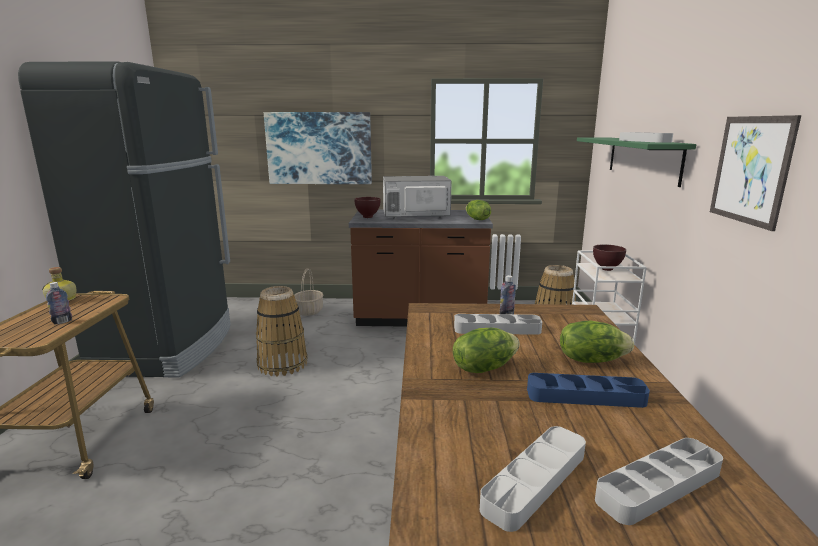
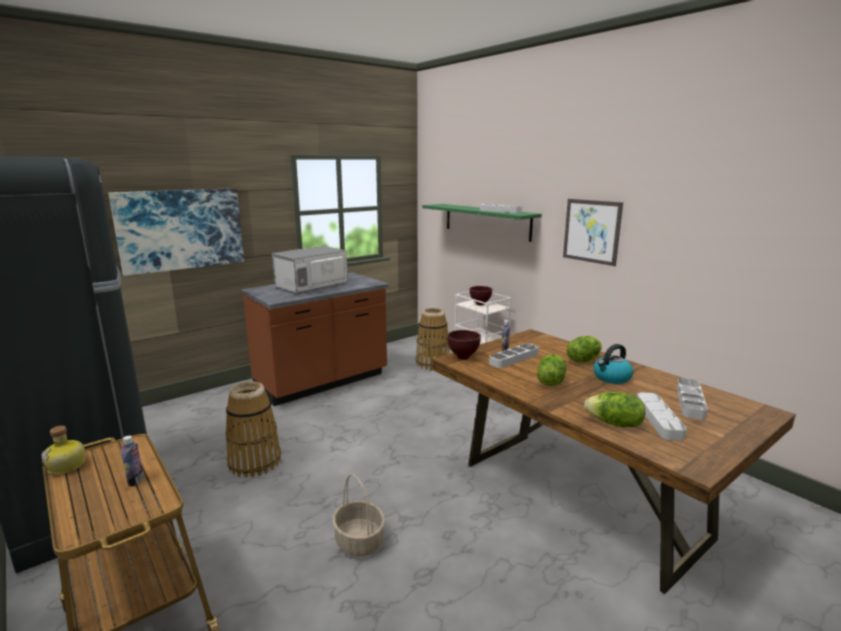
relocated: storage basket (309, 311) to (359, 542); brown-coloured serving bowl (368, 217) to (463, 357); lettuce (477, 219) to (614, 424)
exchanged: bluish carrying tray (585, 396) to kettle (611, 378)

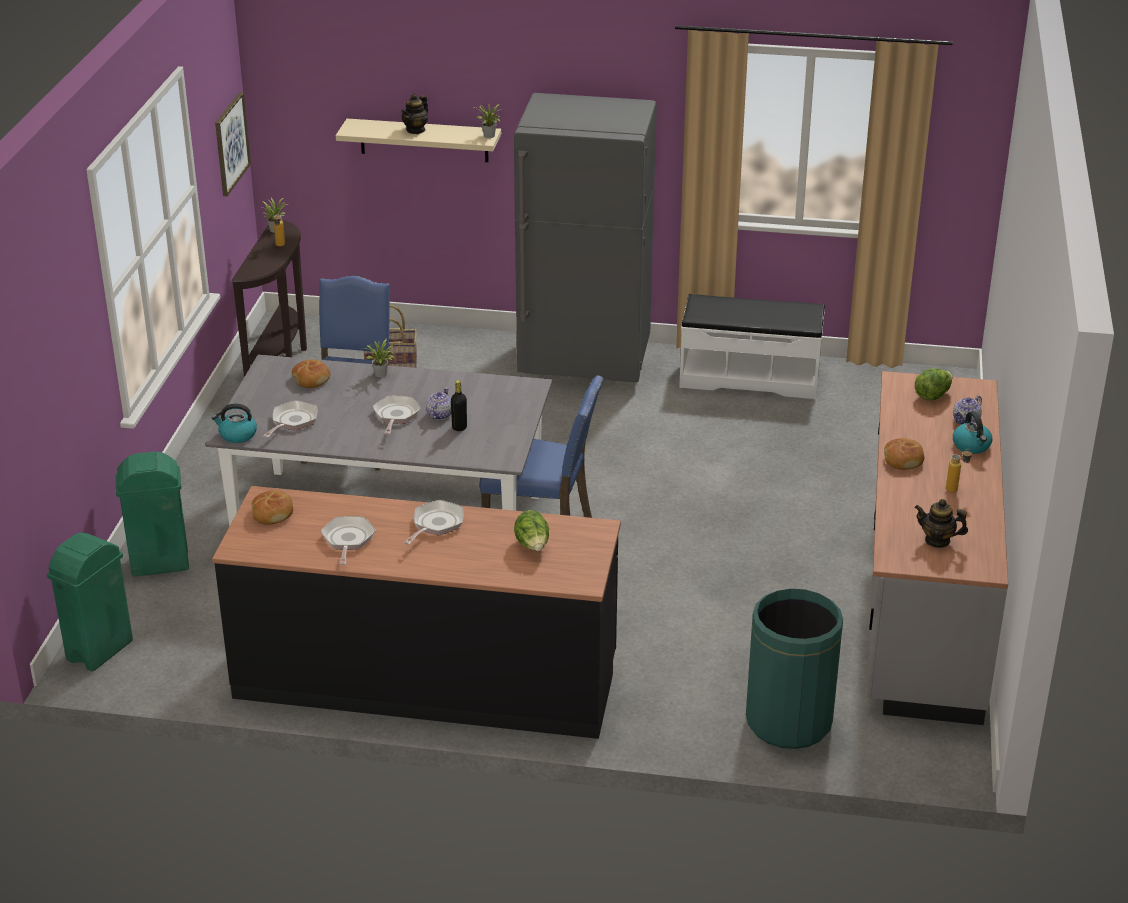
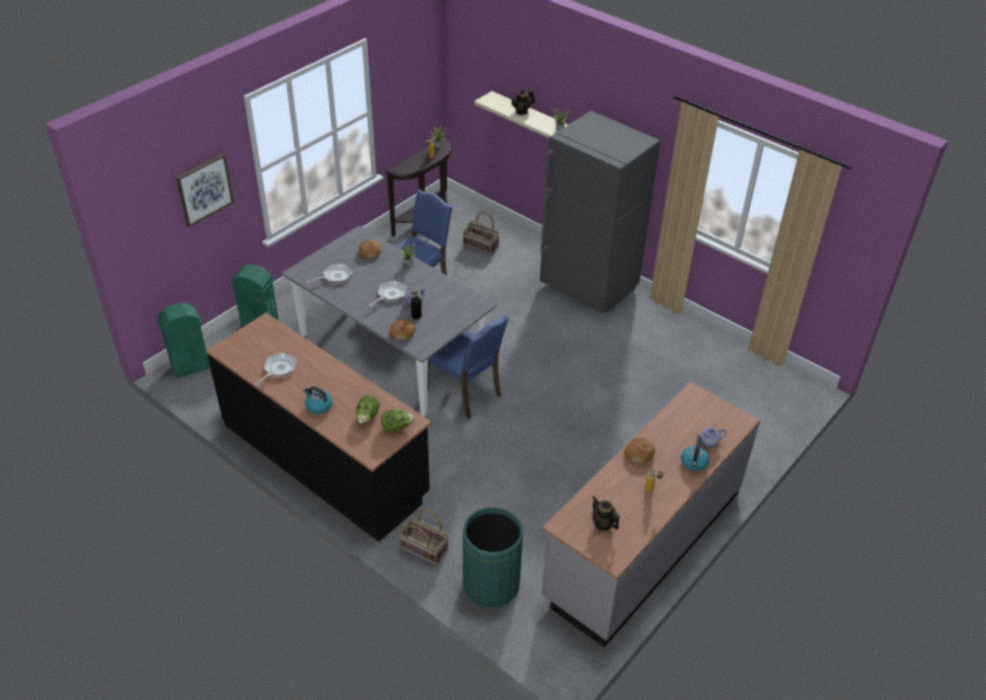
missing: skillet (436, 524); whitish bench (749, 377)
appeared: storage basket (423, 549)
relocated: wall art (231, 143) to (204, 189); kettle (237, 435) to (318, 406); lettuce (932, 395) to (397, 427); baked bread (273, 513) to (402, 333)

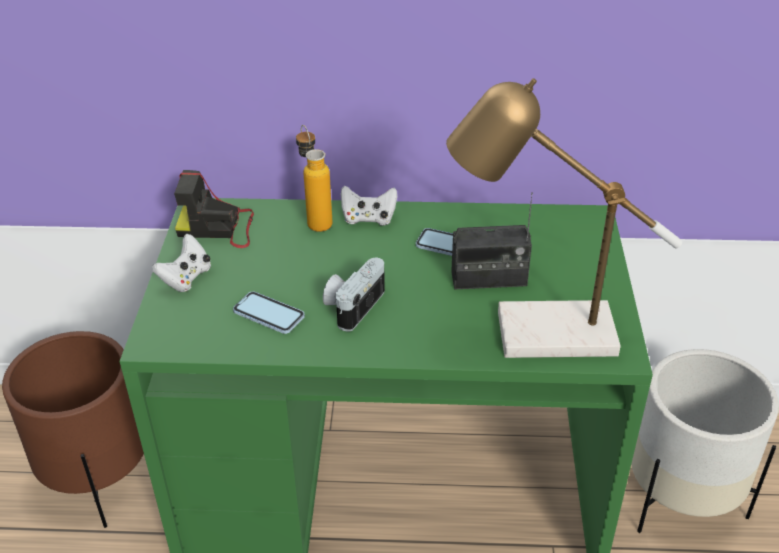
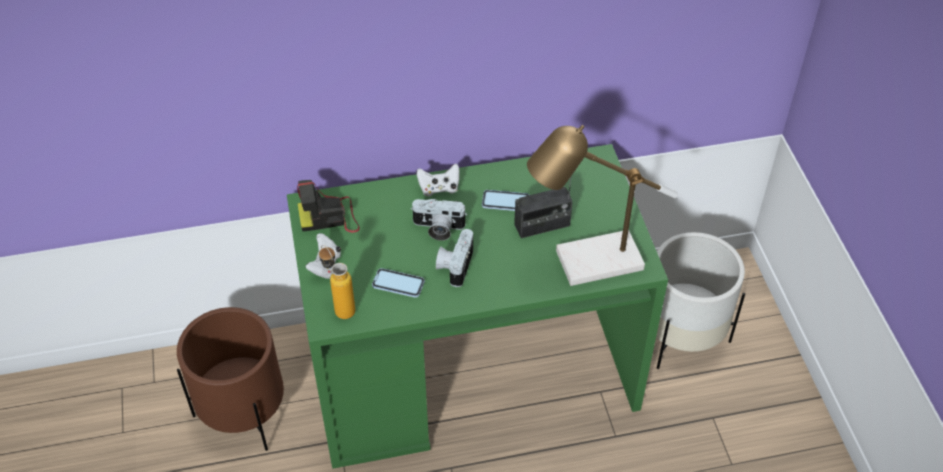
appeared: photo camera (438, 228)
relocated: bottle (315, 219) to (340, 306)

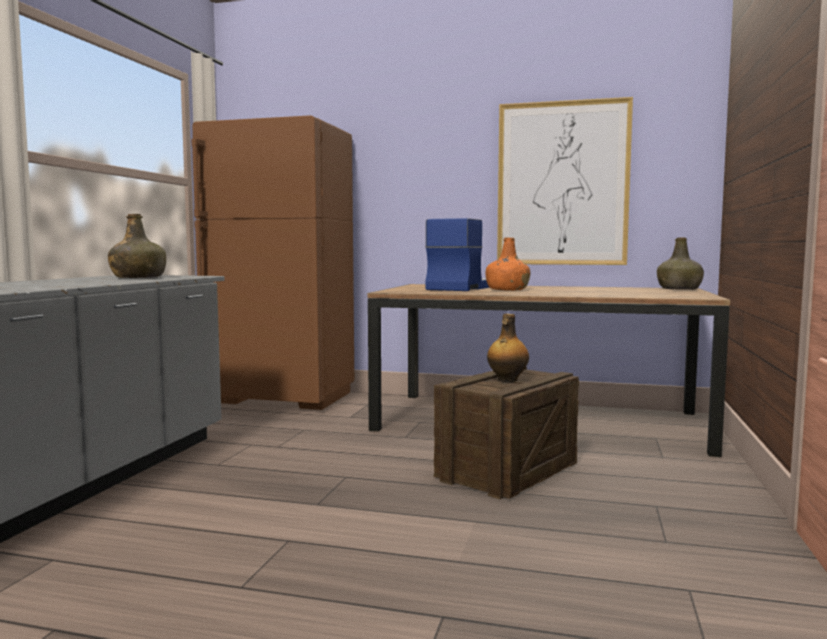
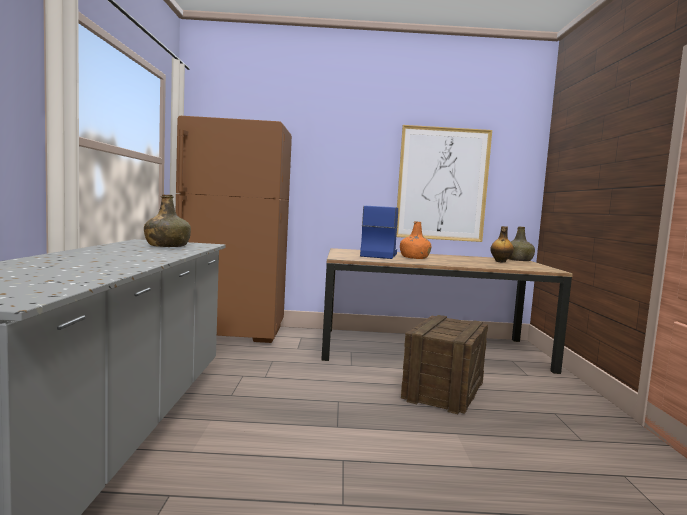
relocated: bottle (507, 380) to (500, 261)

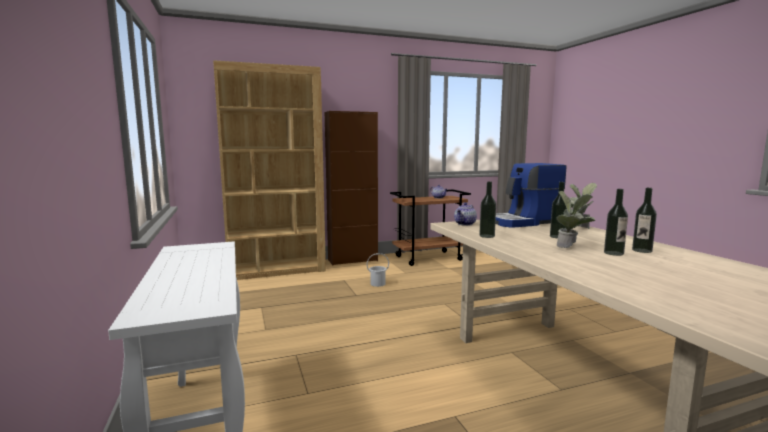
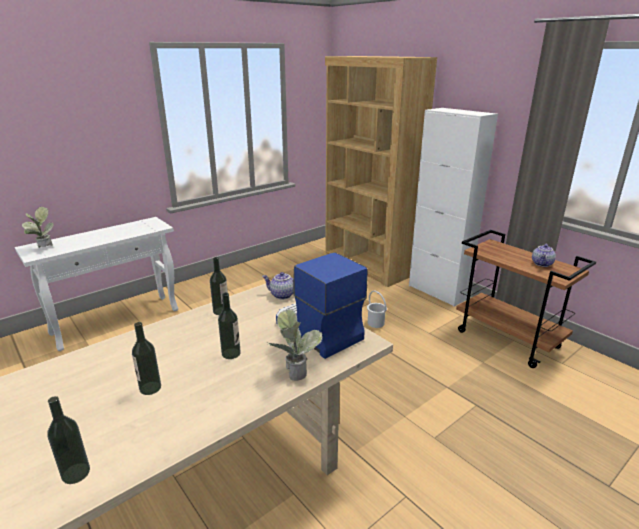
relocated: houseplant (570, 247) to (44, 249); bottle (642, 250) to (76, 473)
colour: brown-coloured storage cabinet (352, 260) to whitish storage cabinet (438, 292)

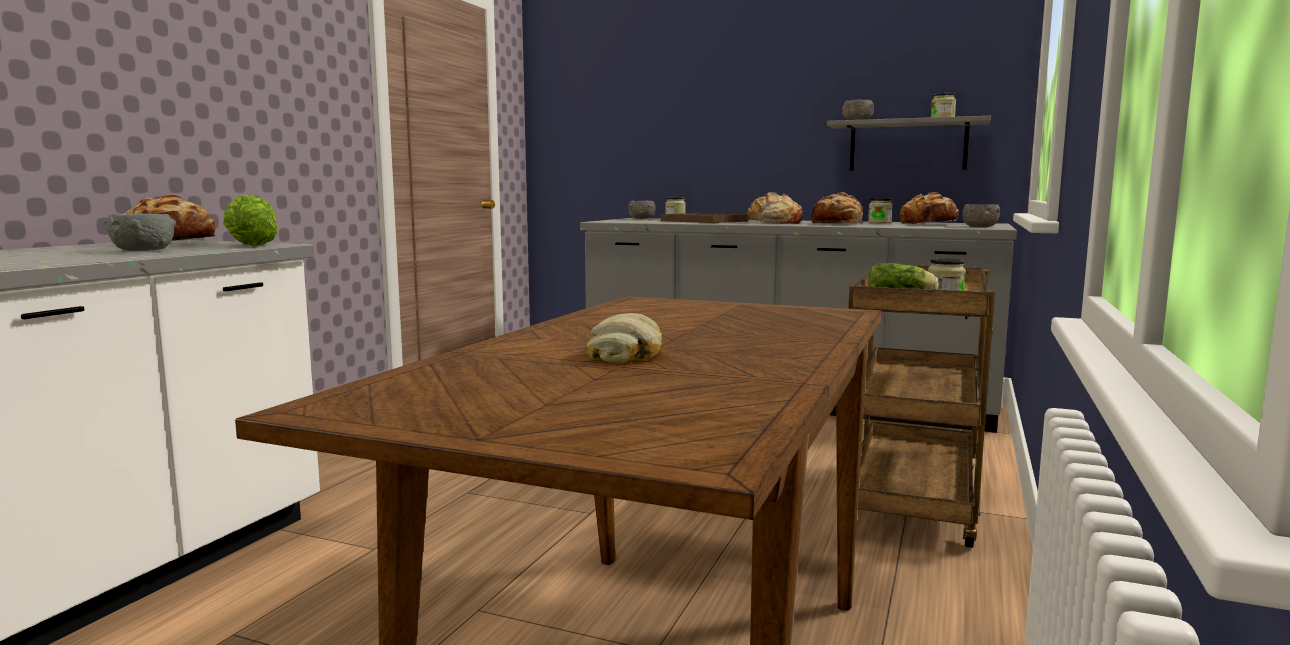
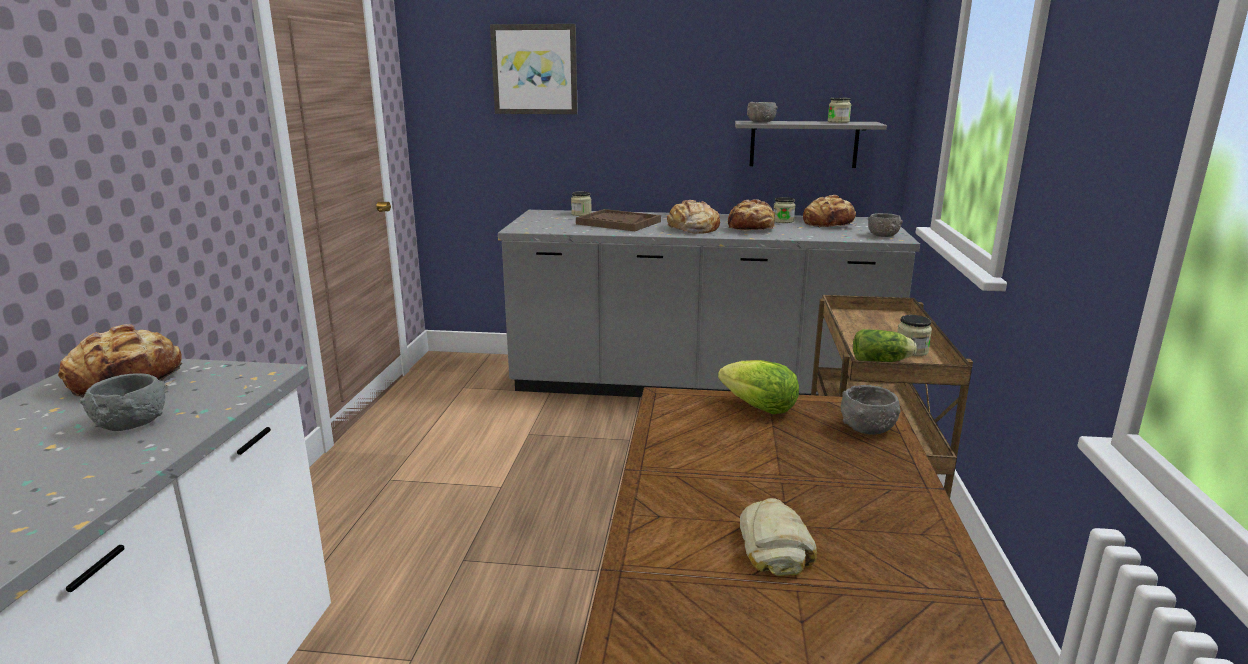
appeared: wall art (535, 69)
relocated: lettuce (250, 245) to (759, 408); grey serving bowl (641, 218) to (867, 427)

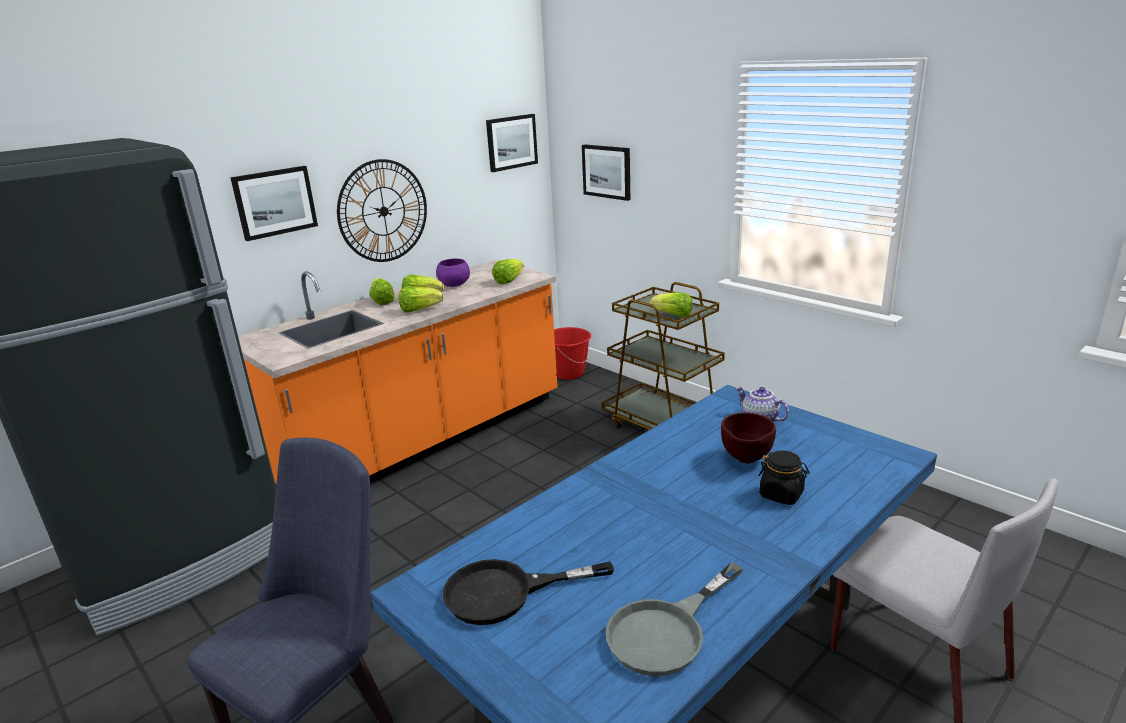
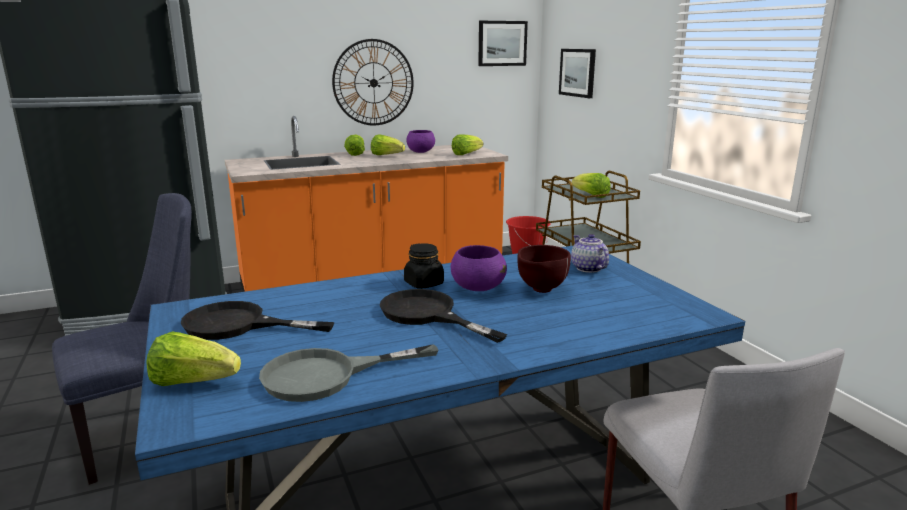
missing: wall art (275, 202)
appeared: black-coloured skillet (427, 314); purplish serving bowl (477, 288)
relocated: lettuce (419, 310) to (193, 382); black-coloured storage jar (781, 494) to (424, 283)

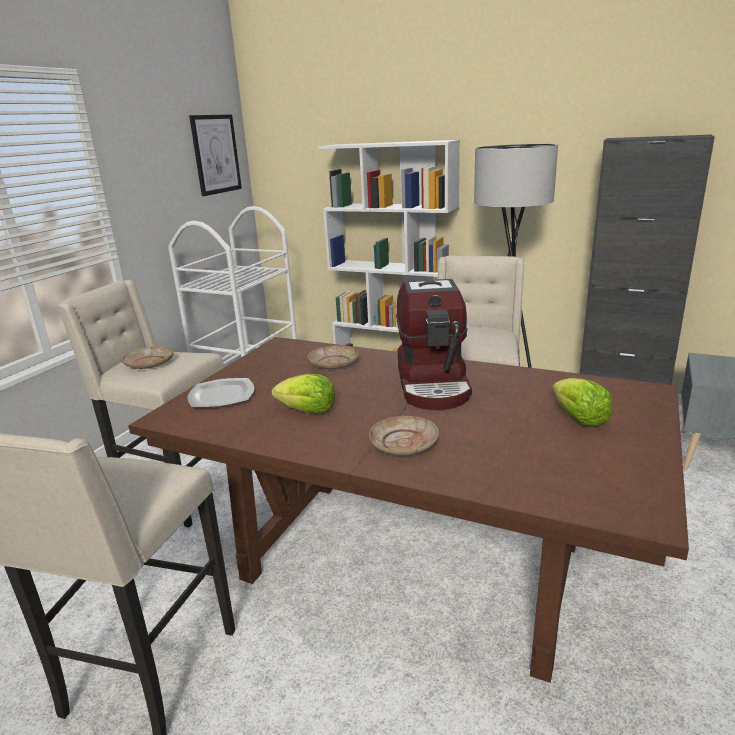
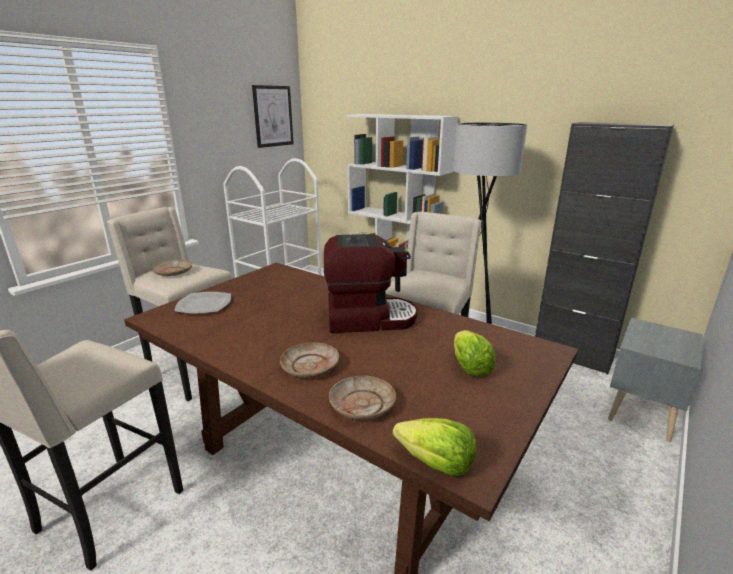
relocated: beige plate (333, 363) to (362, 405); lettuce (307, 411) to (435, 463)
spun: coffee machine (434, 384) = (369, 318) 105 degrees counterclockwise

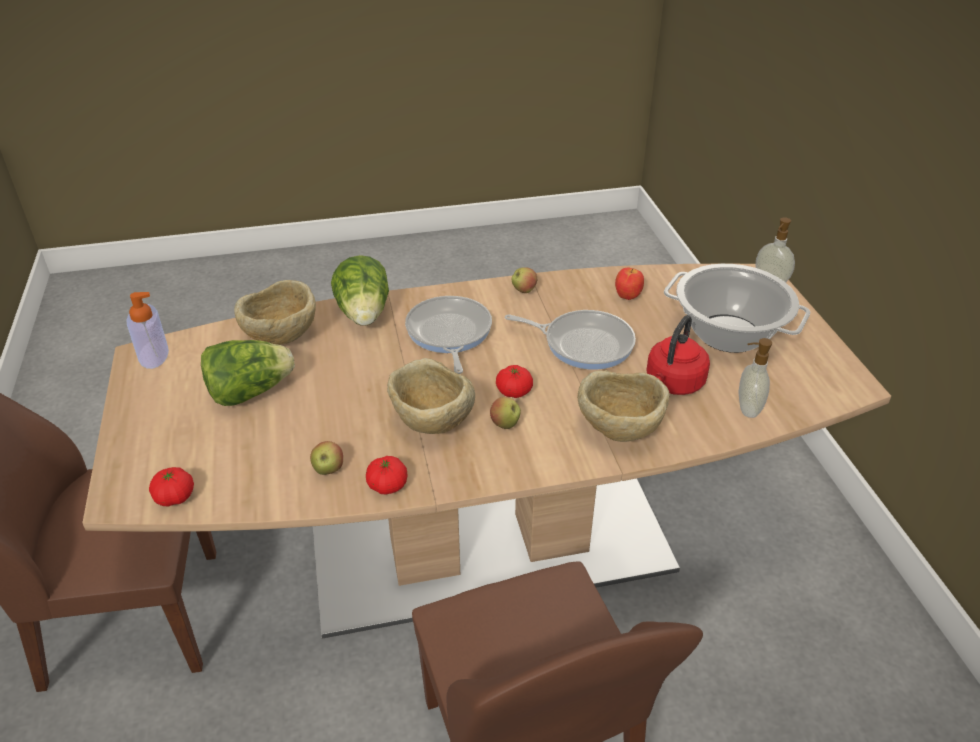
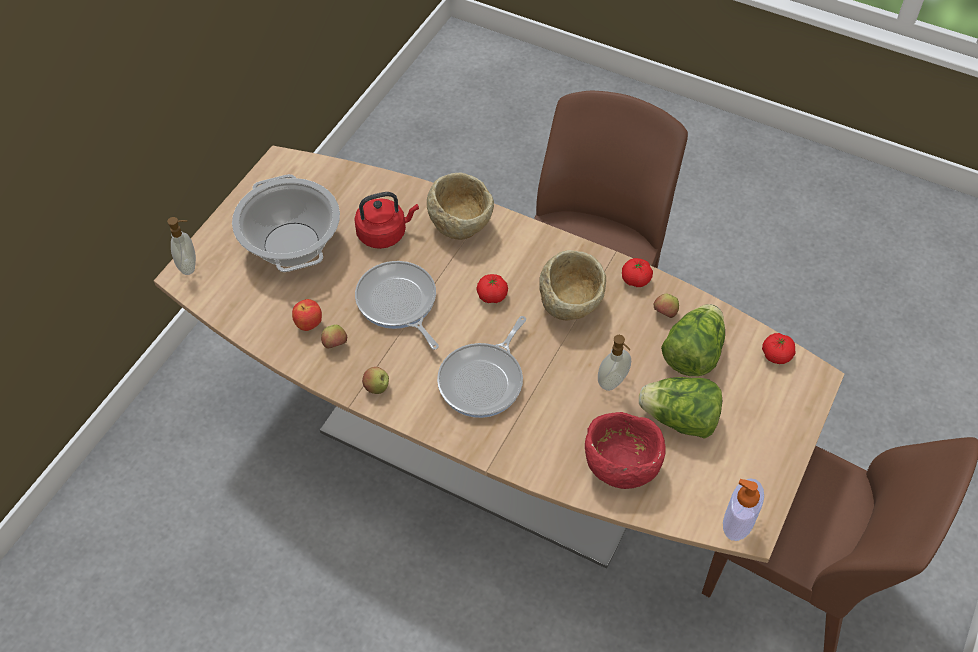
relocated: apple (505, 424) to (335, 345); soap dispenser (747, 408) to (613, 382); lettuce (364, 315) to (692, 354)
colour: beige serving bowl (281, 339) to reddish serving bowl (620, 466)

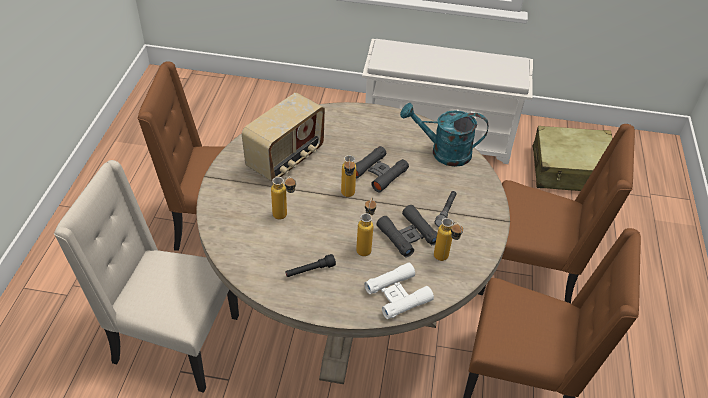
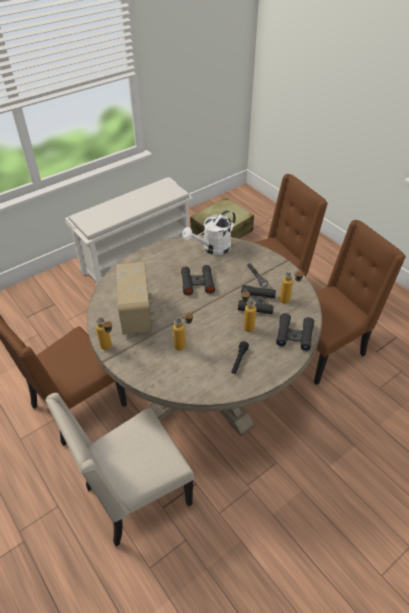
relocated: bottle (348, 197) to (109, 348)
colour: turquoise watering can (443, 152) to whitish watering can (212, 249); whitish binoculars (397, 295) to black-coloured binoculars (294, 335)

